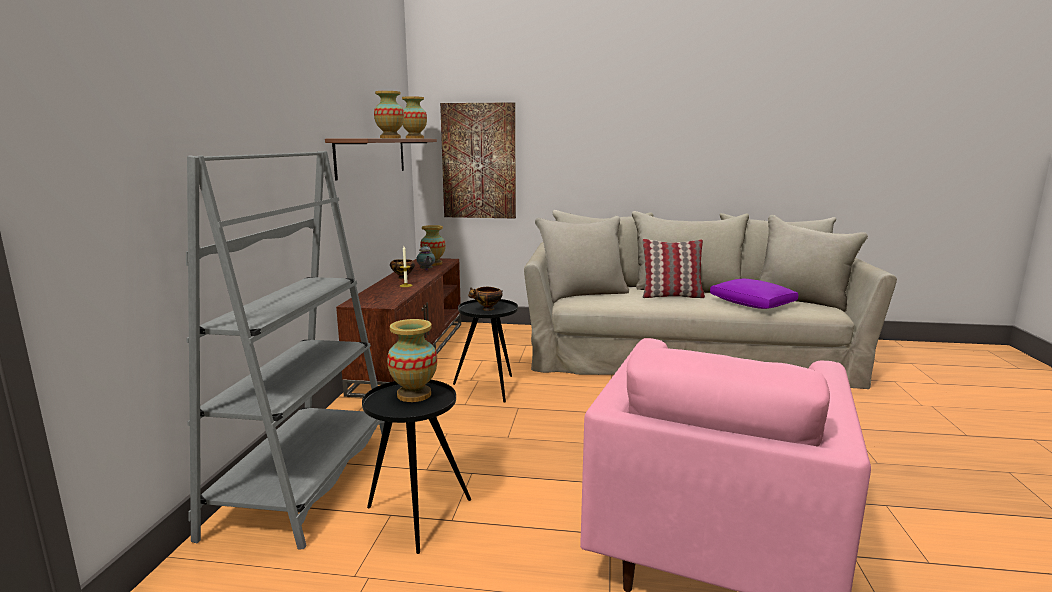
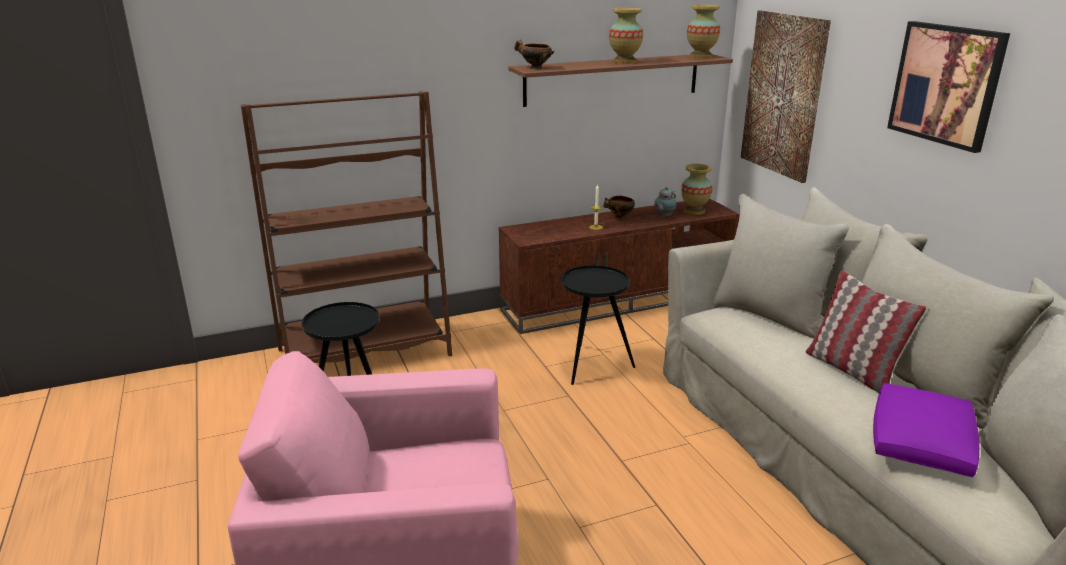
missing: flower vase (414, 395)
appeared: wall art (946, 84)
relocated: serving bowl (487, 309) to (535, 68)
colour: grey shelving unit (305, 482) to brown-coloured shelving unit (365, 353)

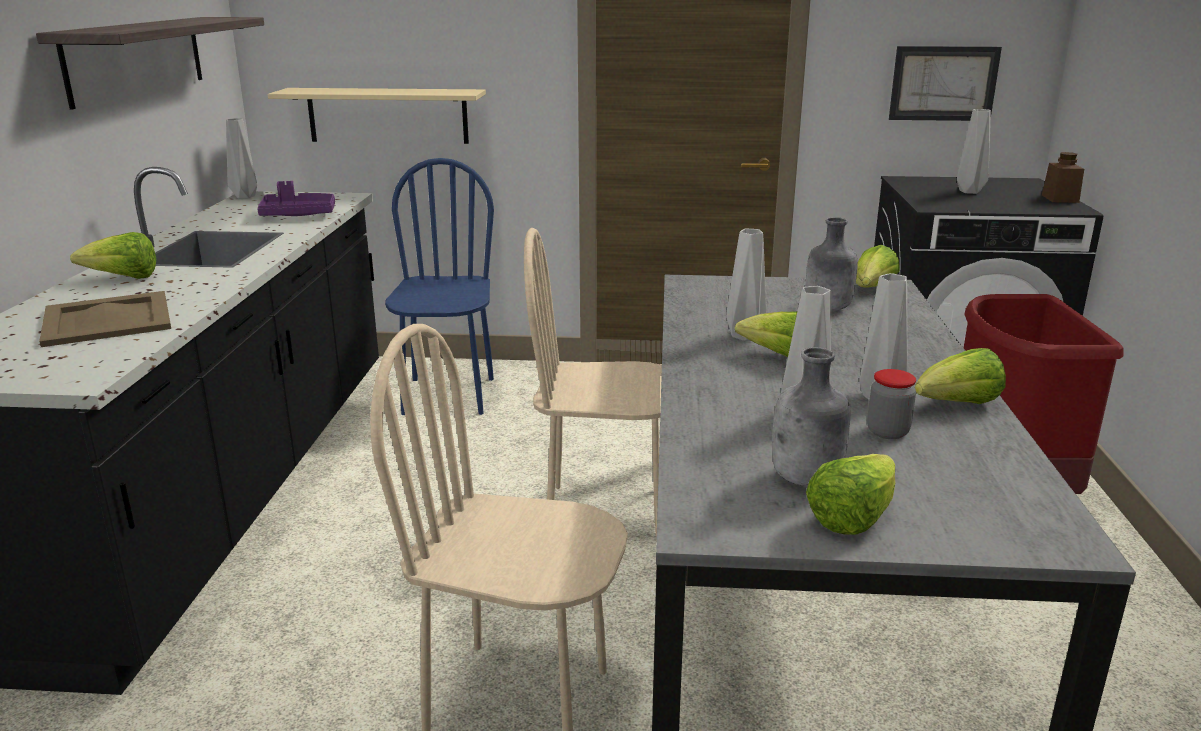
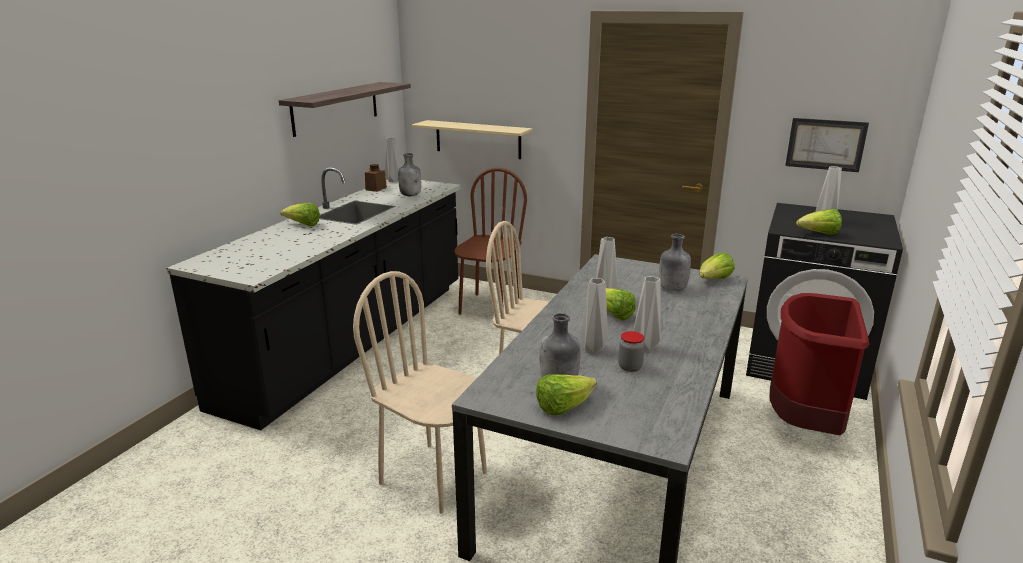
missing: beige carrying tray (106, 320)
relocated: brown-coloured storage jar (1060, 198) to (376, 188); lettuce (957, 405) to (819, 234)
exchanged: purplish carrying tray (298, 215) to grey bottle (411, 195)
colour: bluish upright chair (448, 396) to brown-coloured upright chair (489, 307)

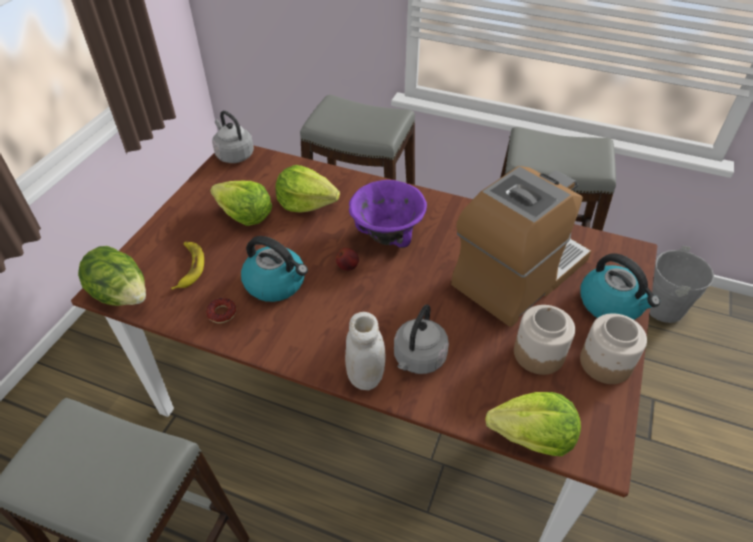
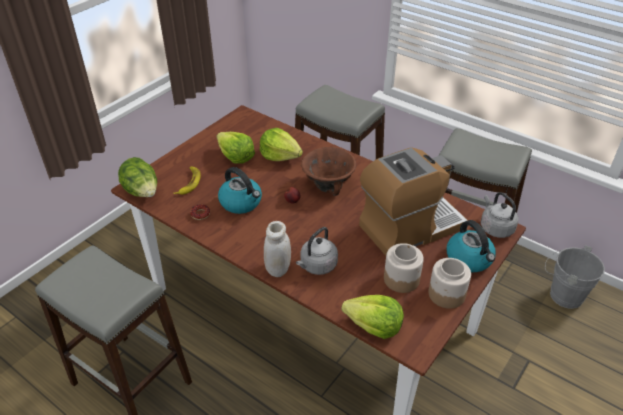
relocated: grey kettle (234, 154) to (495, 228)
colour: purplish serving bowl (388, 234) to brown-coloured serving bowl (328, 185)

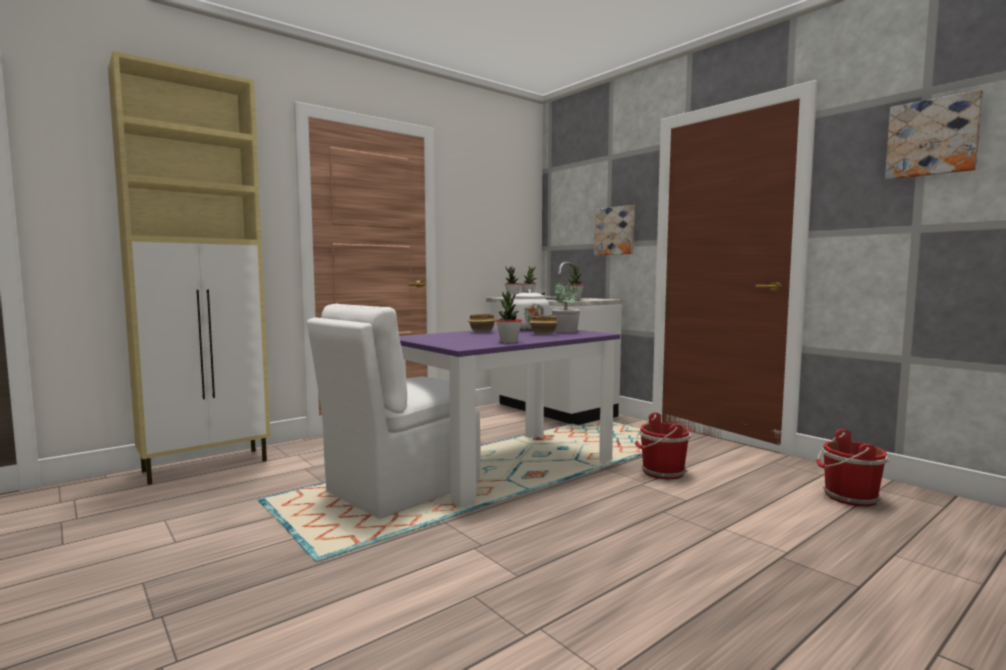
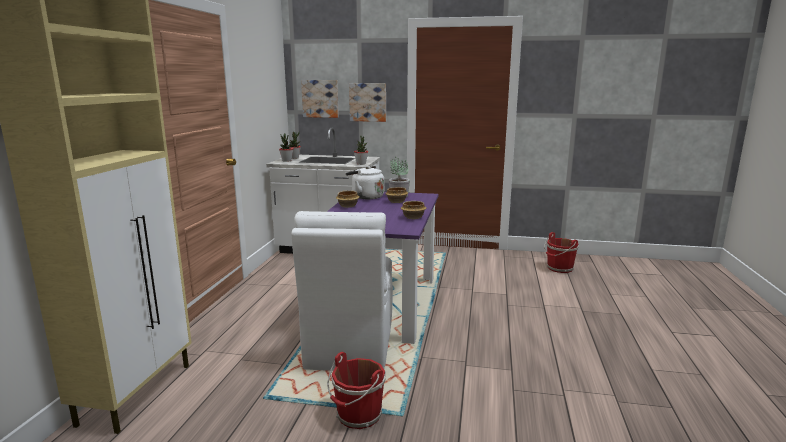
relocated: wall art (932, 138) to (320, 98); reddish pail (661, 472) to (358, 416)
exchanged: houseplant (508, 342) to serving bowl (413, 217)

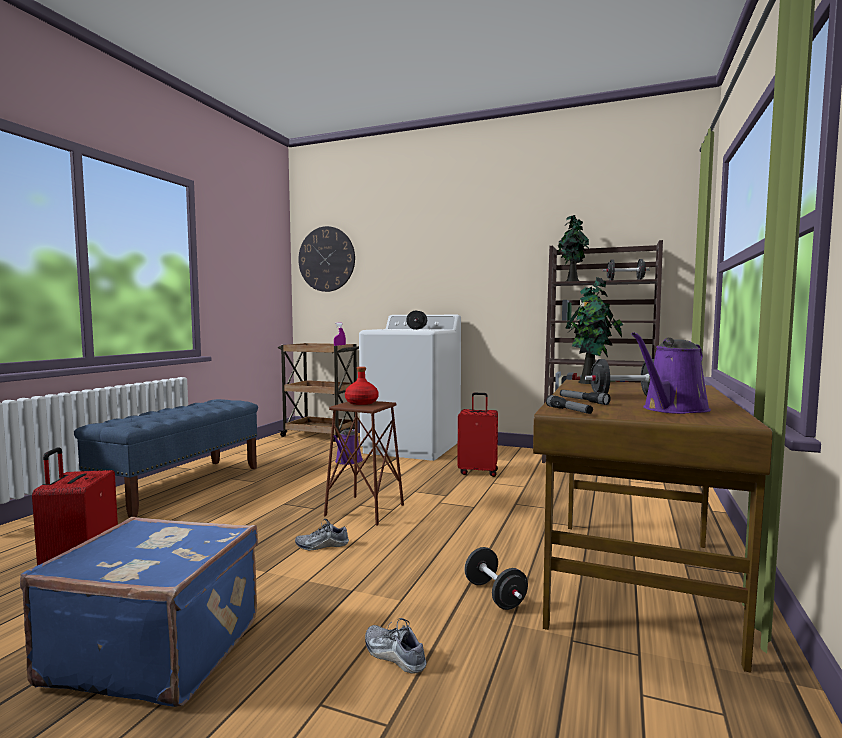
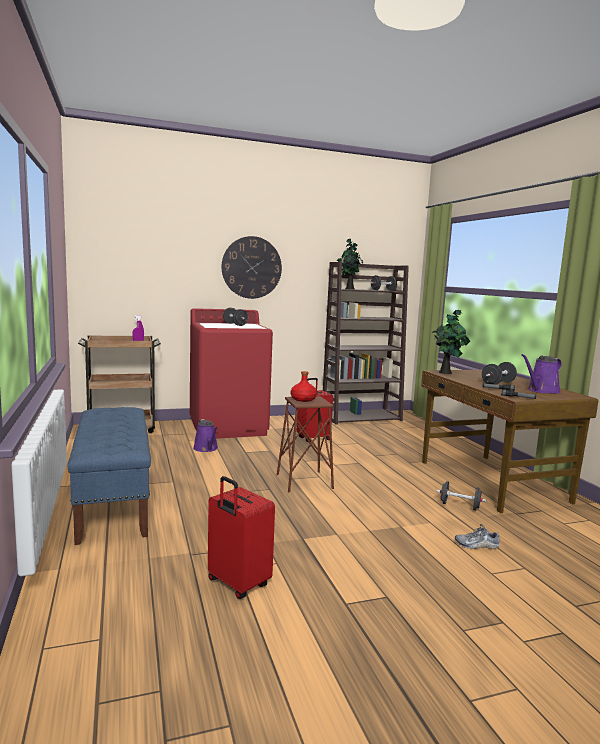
missing: bluish travel case (157, 649); item of footwear (322, 545)
relocated: clock on the wall (326, 259) to (251, 267)
colour: whitish washing machine (412, 447) to reddish washing machine (228, 427)
spun: purplish watering can (672, 409) = (541, 391) 45 degrees clockwise

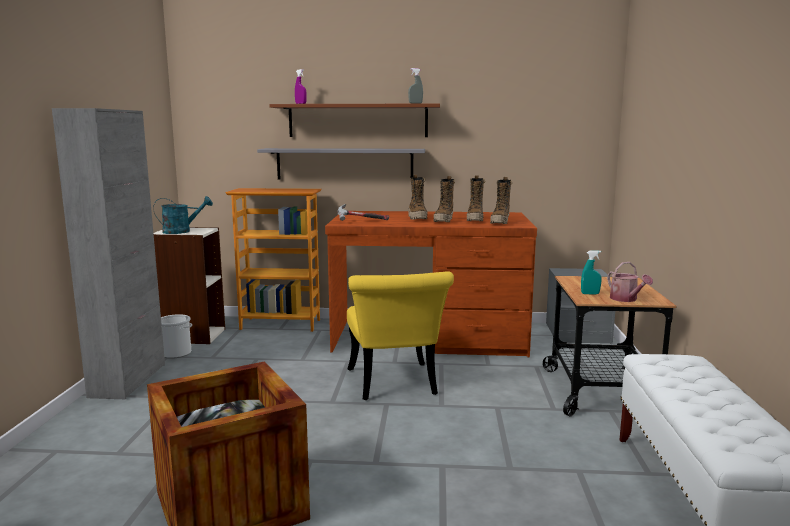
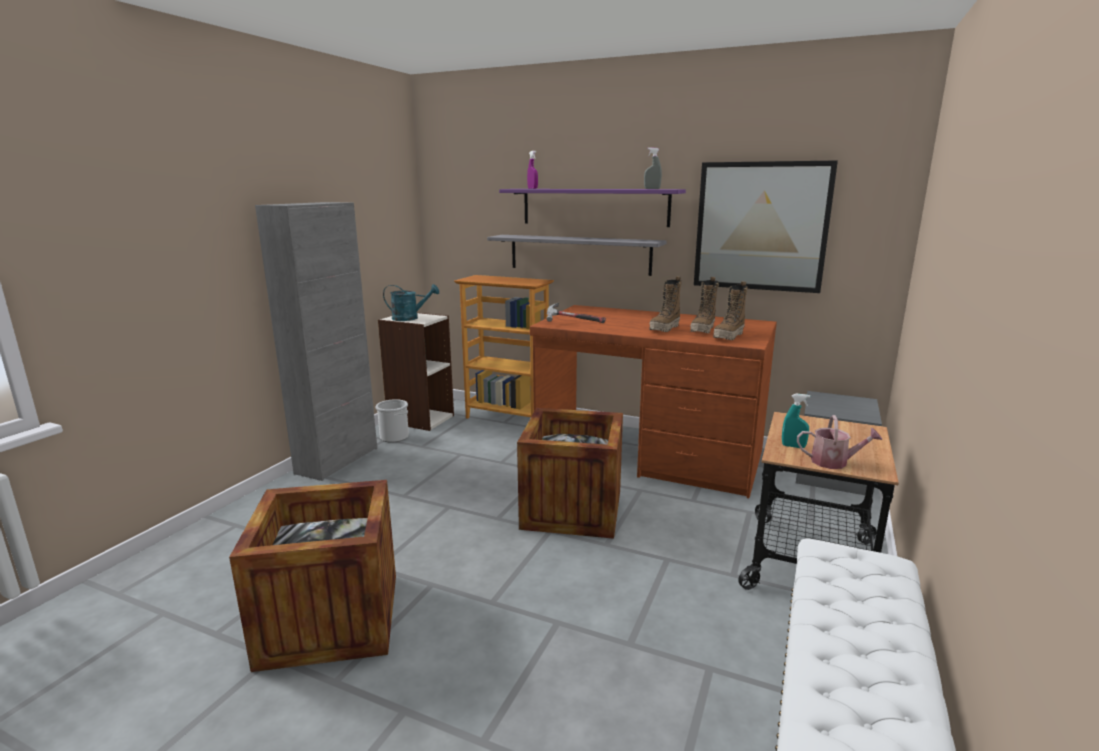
missing: boot (417, 218)
appeared: wall art (761, 226)
exchanged: yellowish upright chair (394, 385) to crate (572, 509)
colour: brown-coloured shelf (358, 121) to purplish shelf (594, 207)
spun: watering can (626, 299) = (834, 462) 75 degrees counterclockwise

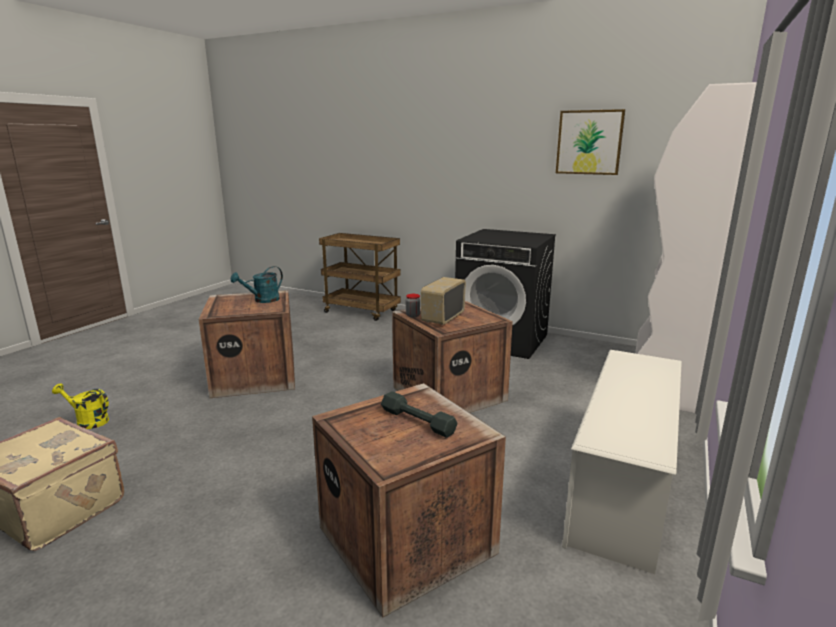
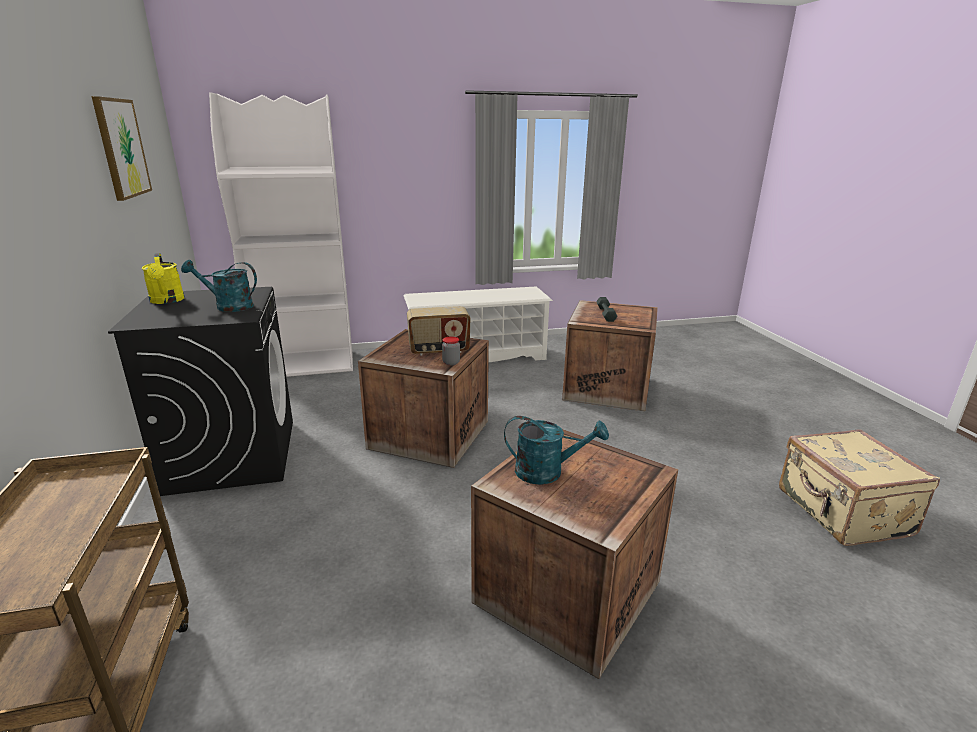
appeared: turquoise watering can (228, 306)
relocated: yellowish watering can (88, 421) to (167, 301)

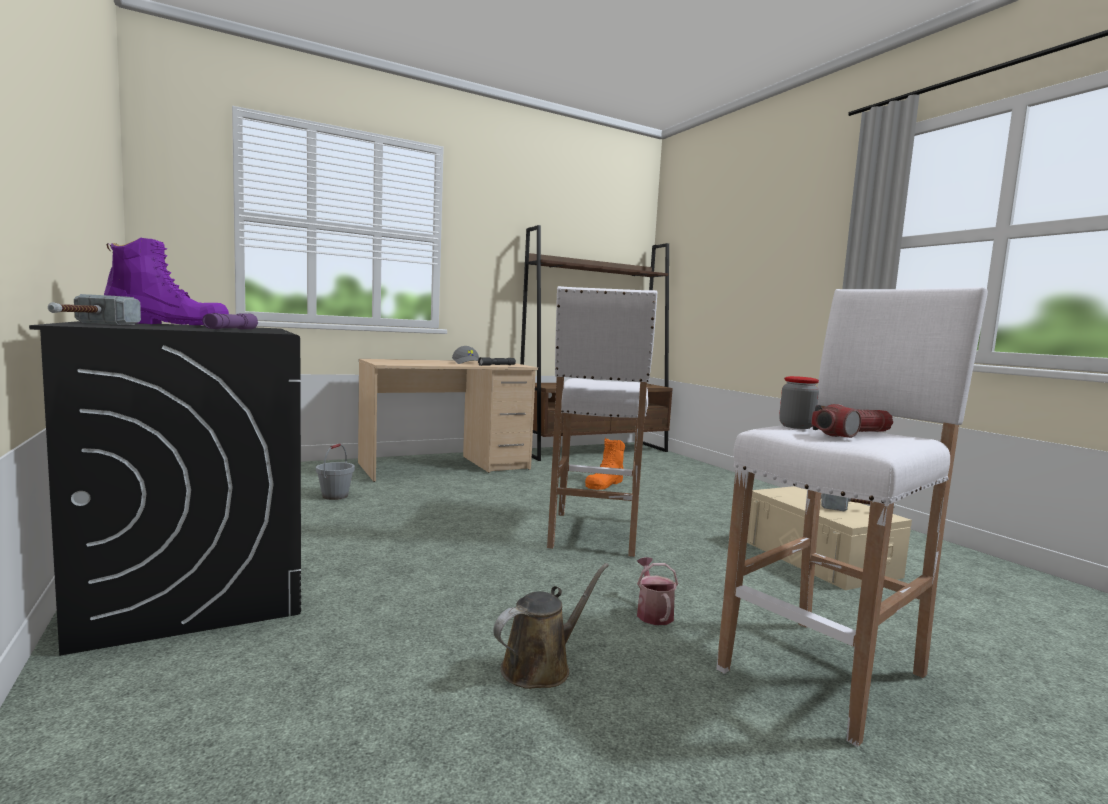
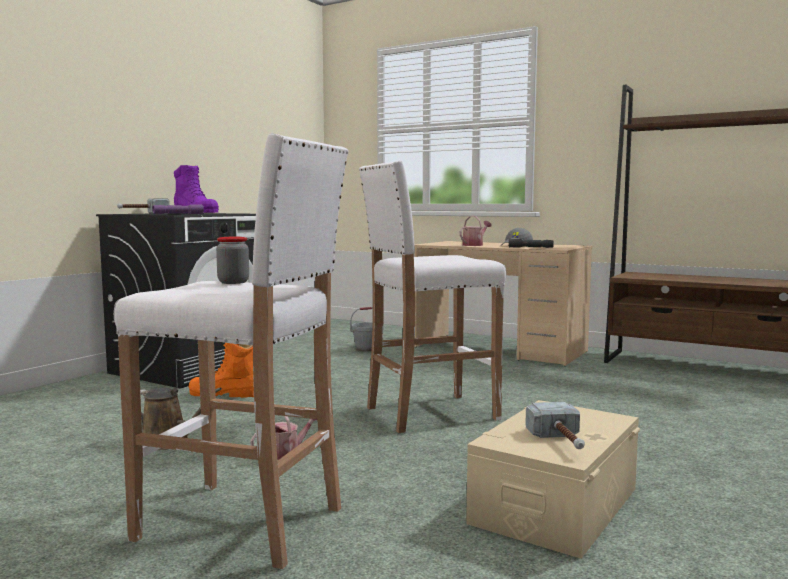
missing: torch (853, 434)
appeared: watering can (474, 245)
relocated: orange boot (605, 484) to (225, 394)

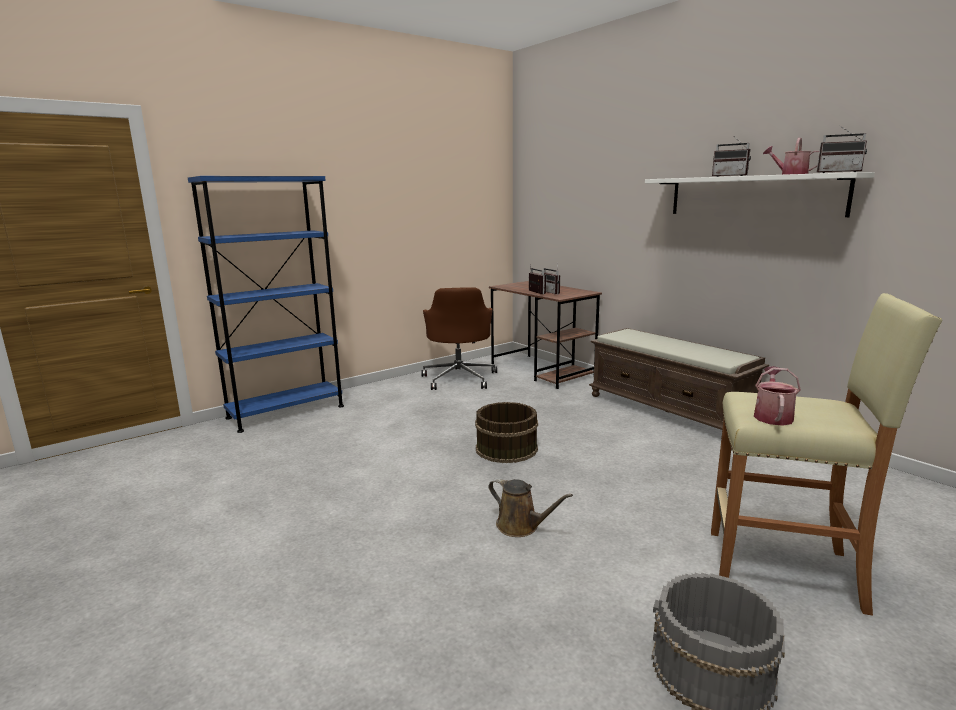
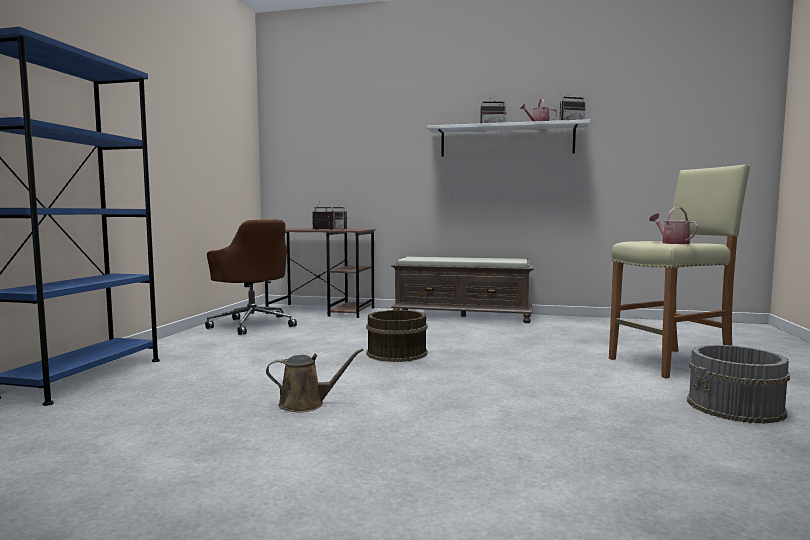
relocated: brown-coloured watering can (521, 526) to (306, 404)

